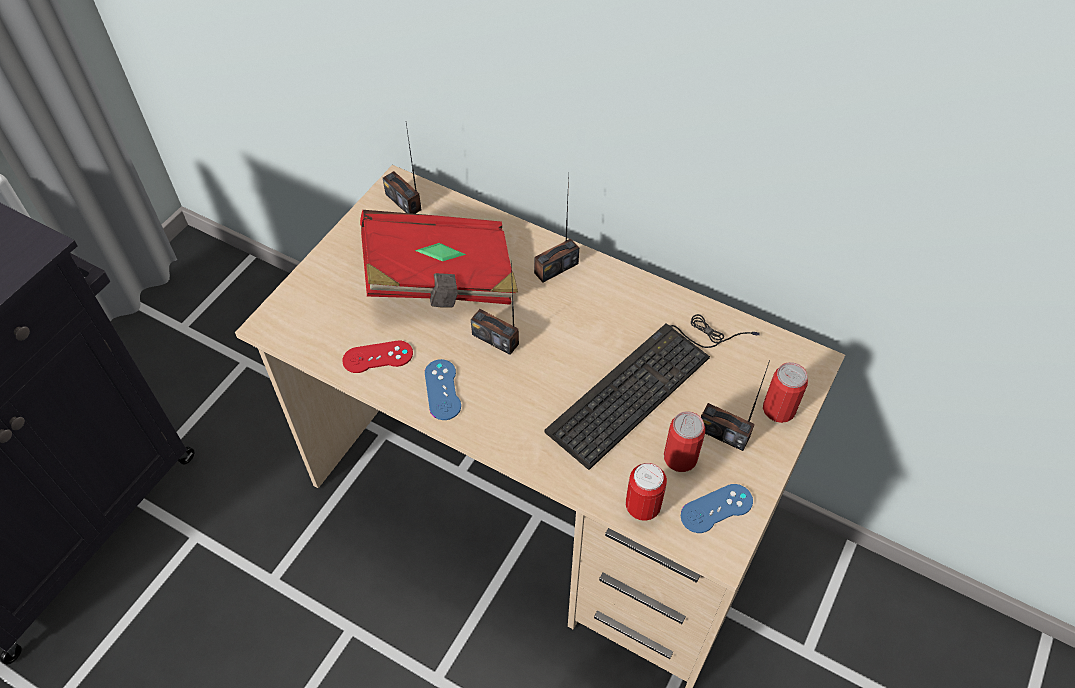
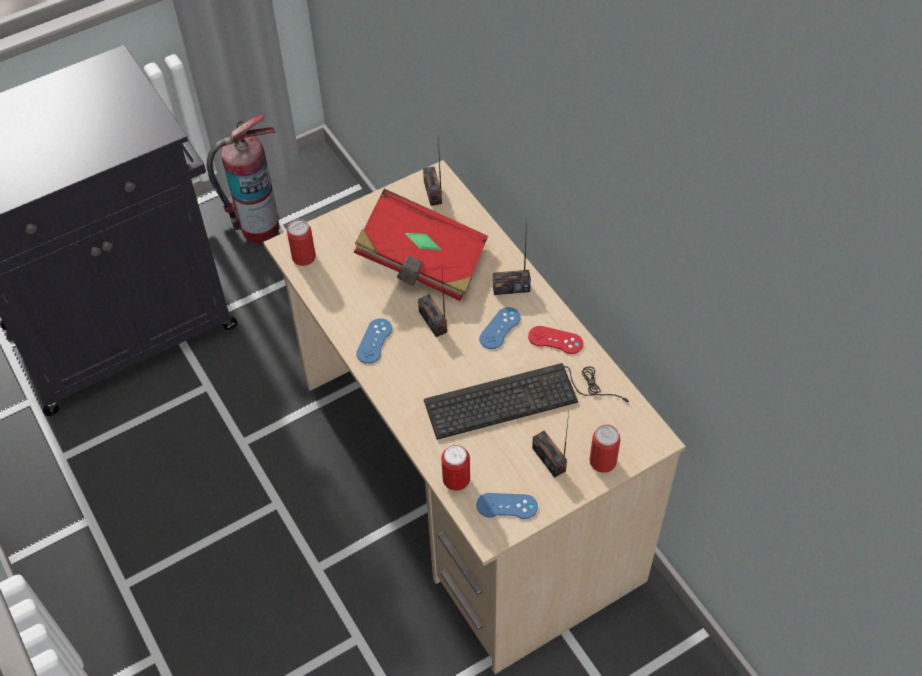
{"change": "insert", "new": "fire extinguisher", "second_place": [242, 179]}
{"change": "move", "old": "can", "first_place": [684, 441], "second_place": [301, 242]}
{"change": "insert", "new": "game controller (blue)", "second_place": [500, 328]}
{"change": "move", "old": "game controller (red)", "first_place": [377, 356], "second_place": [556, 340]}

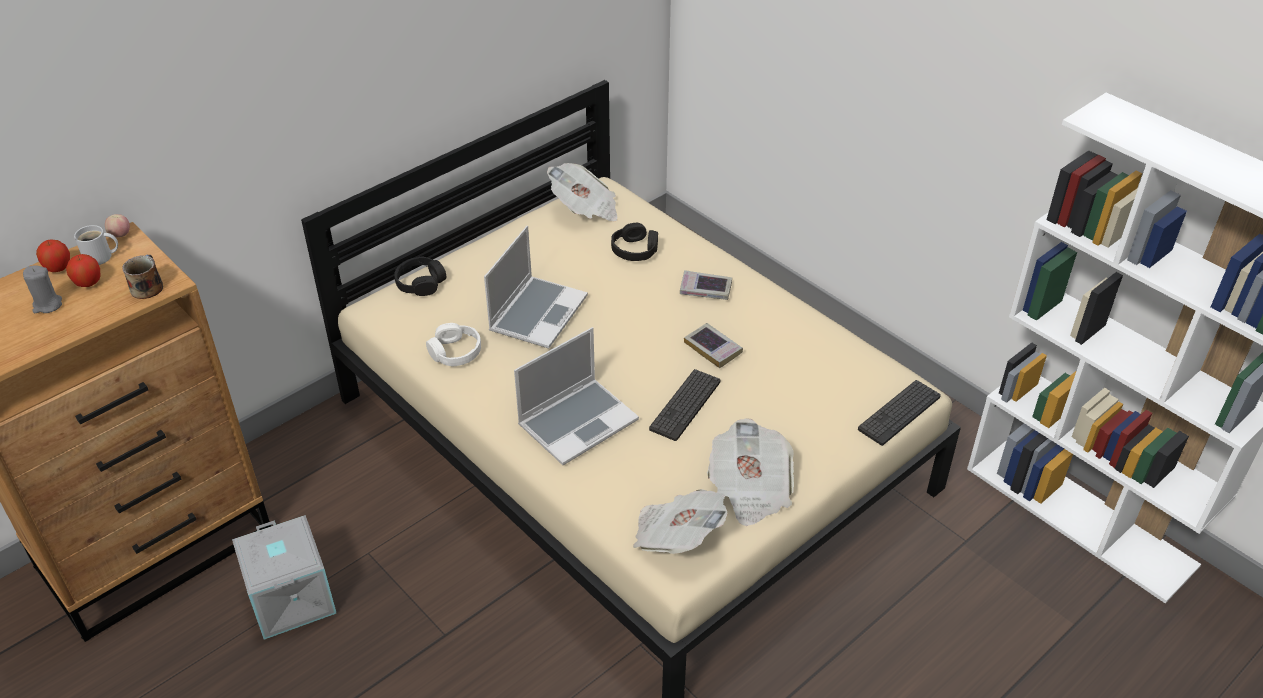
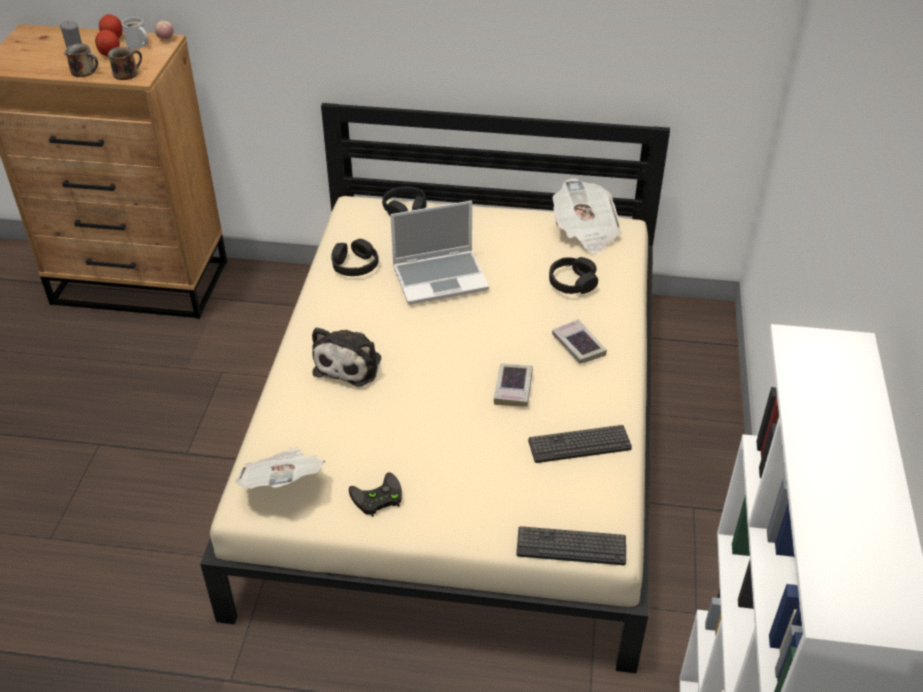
{"change": "insert", "new": "mug", "second_place": [81, 60]}
{"change": "replace", "old": "laptop", "new": "plush toy", "first_place": [576, 396], "second_place": [346, 357]}
{"change": "recolor", "old": "headphones (white)", "new": "headphones (black)", "first_place": [453, 344], "second_place": [354, 257]}
{"change": "replace", "old": "newspaper", "new": "game controller (black)", "first_place": [750, 472], "second_place": [375, 494]}
{"change": "move", "old": "keyboard", "first_place": [684, 405], "second_place": [580, 444]}
{"change": "delete", "old": "storage box (grey)", "first_place": [284, 577]}

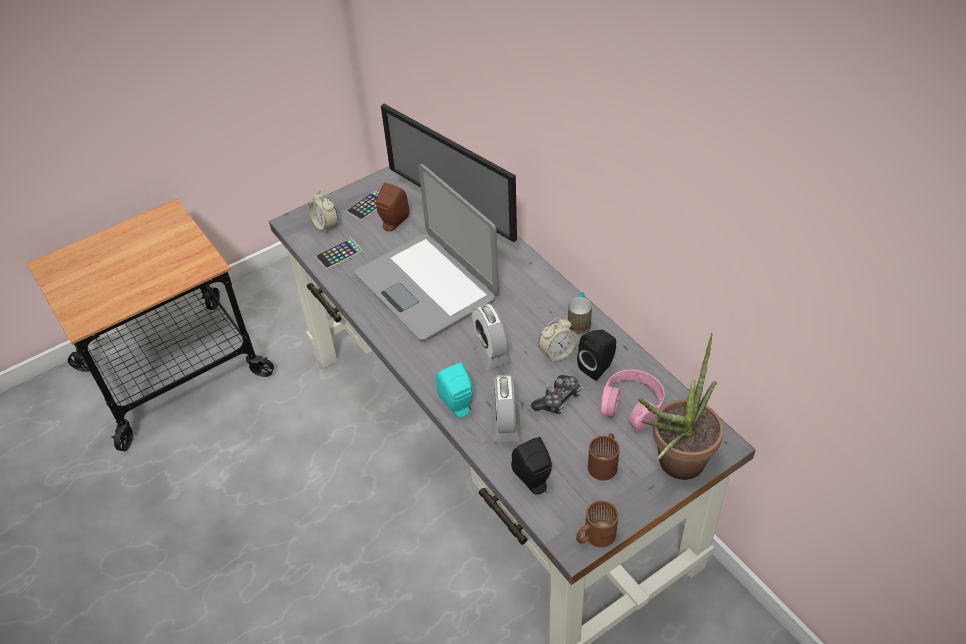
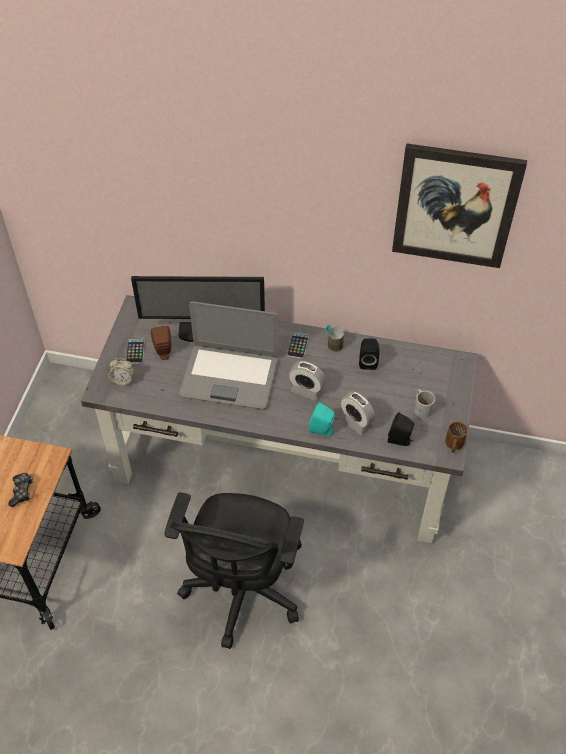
{"change": "move", "old": "game controller", "first_place": [556, 394], "second_place": [20, 490]}
{"change": "insert", "new": "office chair (black)", "second_place": [234, 571]}
{"change": "move", "old": "phone", "first_place": [338, 254], "second_place": [298, 346]}
{"change": "insert", "new": "picture", "second_place": [459, 205]}
{"change": "recolor", "old": "mug (brown)", "new": "mug (white)", "first_place": [604, 457], "second_place": [424, 403]}
{"change": "delete", "old": "alarm clock", "first_place": [557, 340]}
{"change": "delete", "old": "headphones (pink)", "first_place": [632, 400]}
{"change": "delete", "old": "potted plant", "first_place": [680, 406]}

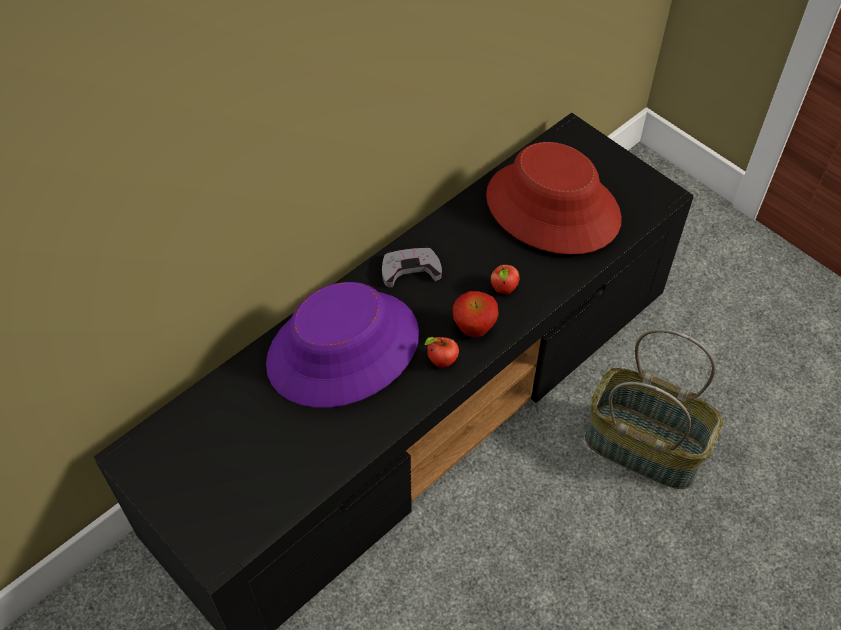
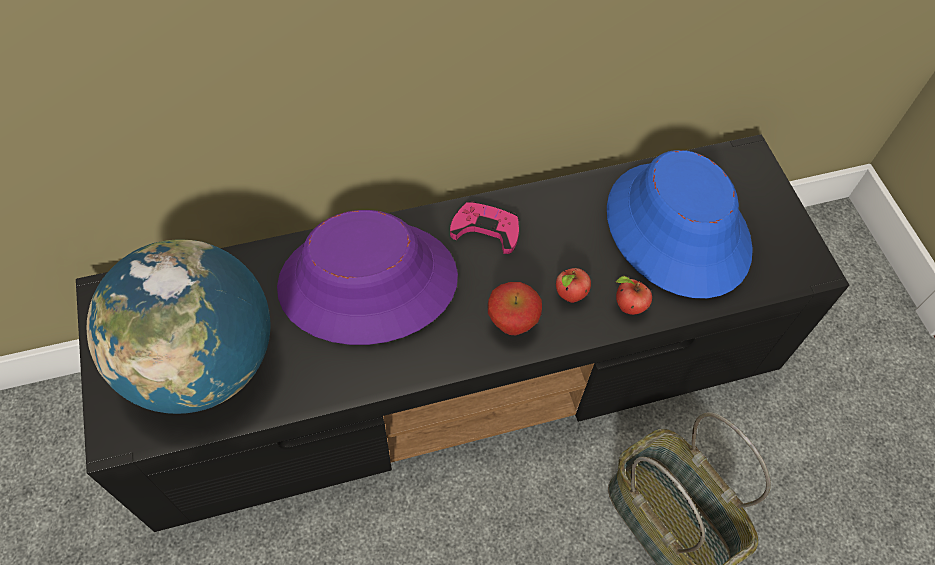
{"change": "insert", "new": "globe", "second_place": [178, 326]}
{"change": "recolor", "old": "game controller (grey)", "new": "game controller (pink)", "first_place": [412, 266], "second_place": [484, 227]}
{"change": "recolor", "old": "hat (red)", "new": "hat (blue)", "first_place": [554, 198], "second_place": [680, 224]}
{"change": "move", "old": "apple", "first_place": [442, 352], "second_place": [634, 295]}

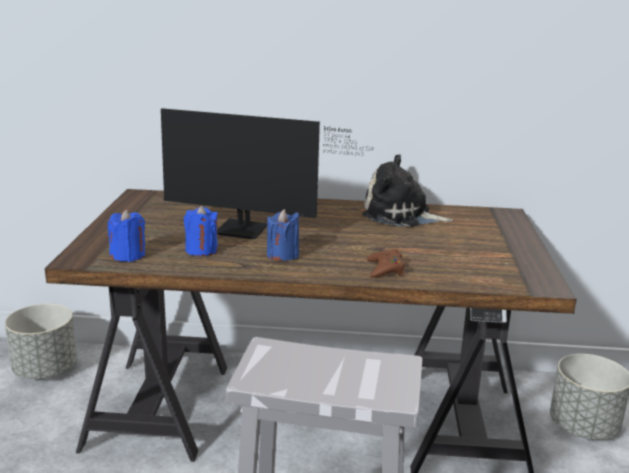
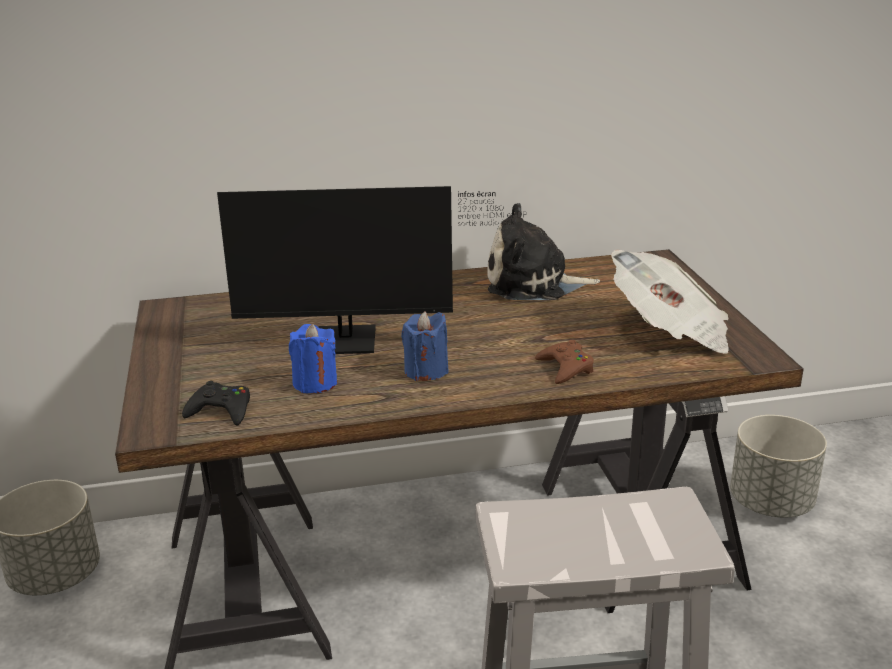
{"change": "replace", "old": "candle (blue)", "new": "game controller (black)", "first_place": [126, 235], "second_place": [216, 403]}
{"change": "insert", "new": "newspaper", "second_place": [670, 301]}

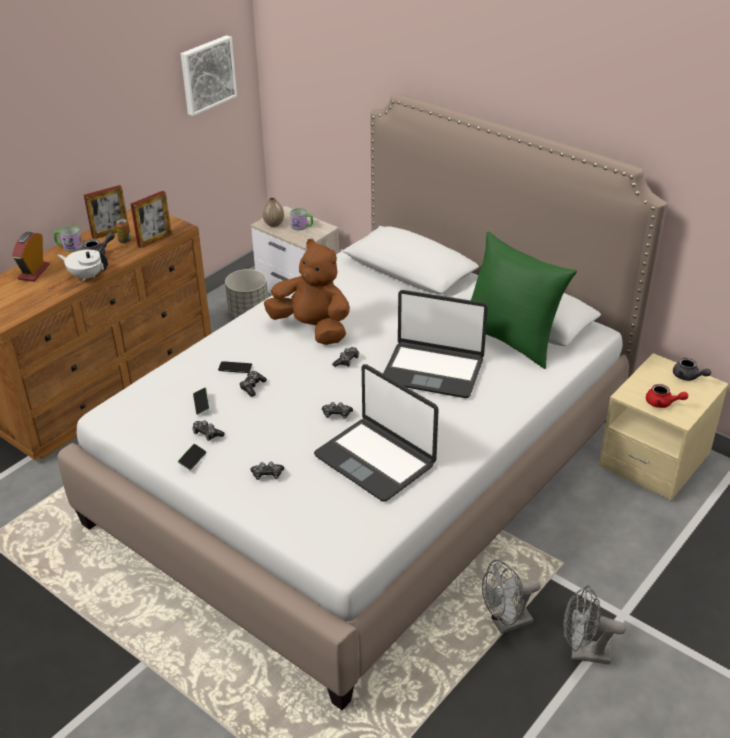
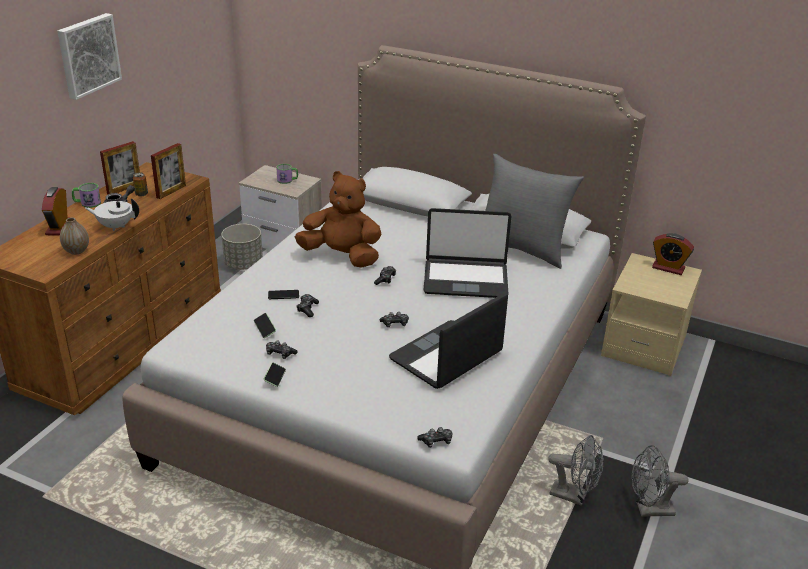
{"change": "move", "old": "picture", "first_place": [209, 75], "second_place": [89, 56]}
{"change": "move", "old": "vase", "first_place": [273, 212], "second_place": [74, 236]}
{"change": "rotate", "old": "laptop", "first_place": [376, 433], "second_place": [448, 341], "degrees": 105}
{"change": "move", "old": "game controller", "first_place": [267, 471], "second_place": [434, 437]}
{"change": "recolor", "old": "pillow (green)", "new": "pillow (grey)", "first_place": [524, 300], "second_place": [534, 211]}
{"change": "rotate", "old": "fan (grey)", "first_place": [511, 597], "second_place": [575, 470], "degrees": -120}
{"change": "replace", "old": "teapot (grey)", "new": "alarm clock", "first_place": [692, 369], "second_place": [673, 254]}
{"change": "delete", "old": "teapot (red)", "first_place": [667, 396]}

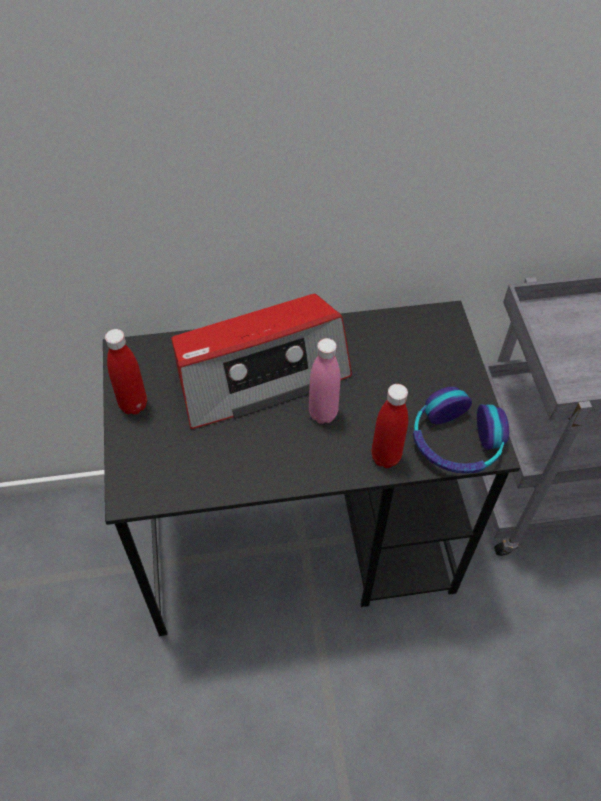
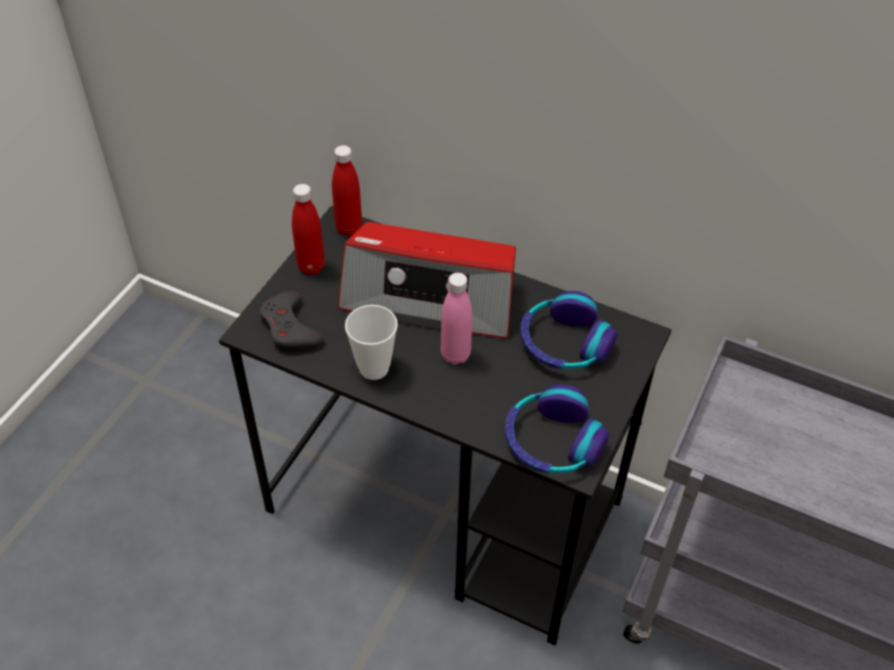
{"change": "insert", "new": "game controller (grey)", "second_place": [291, 319]}
{"change": "move", "old": "bottle (red)", "first_place": [389, 426], "second_place": [347, 190]}
{"change": "insert", "new": "cup", "second_place": [371, 342]}
{"change": "insert", "new": "headphones", "second_place": [568, 330]}

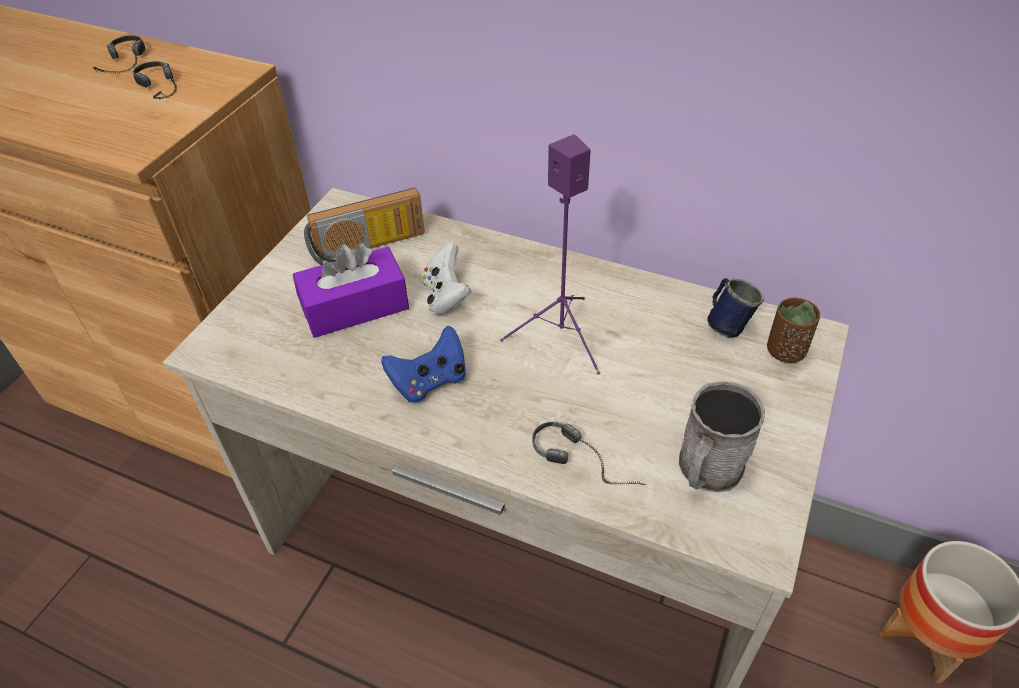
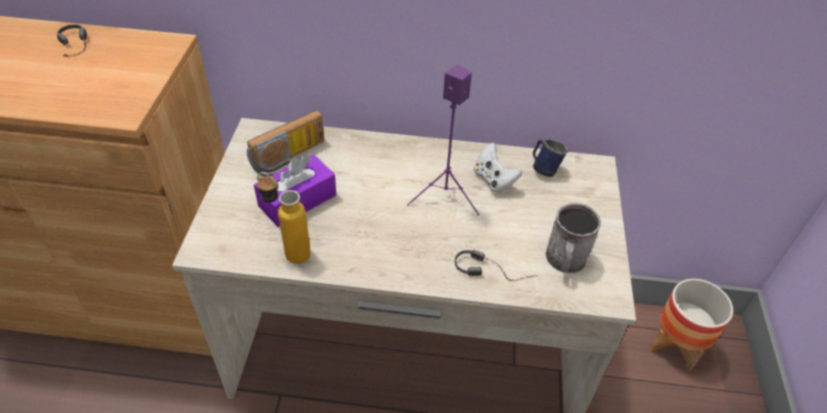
{"change": "insert", "new": "bottle", "second_place": [284, 218]}
{"change": "move", "old": "game controller (white)", "first_place": [446, 278], "second_place": [498, 168]}
{"change": "delete", "old": "headphones", "first_place": [154, 80]}
{"change": "delete", "old": "game controller (blue)", "first_place": [423, 364]}
{"change": "delete", "old": "cup (brown)", "first_place": [793, 330]}

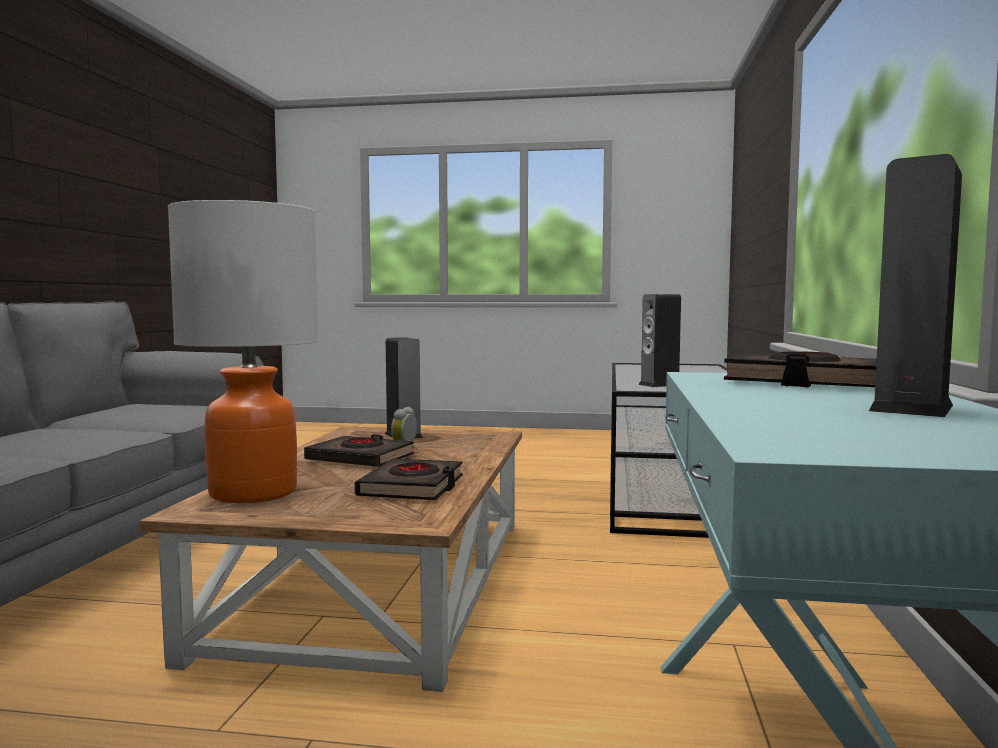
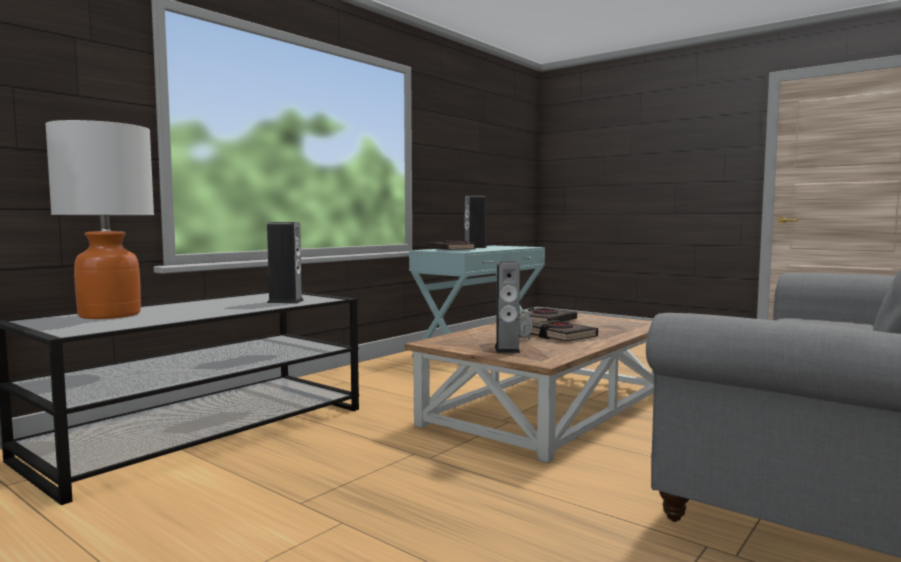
{"change": "move", "old": "table lamp", "first_place": [243, 351], "second_place": [99, 219]}

